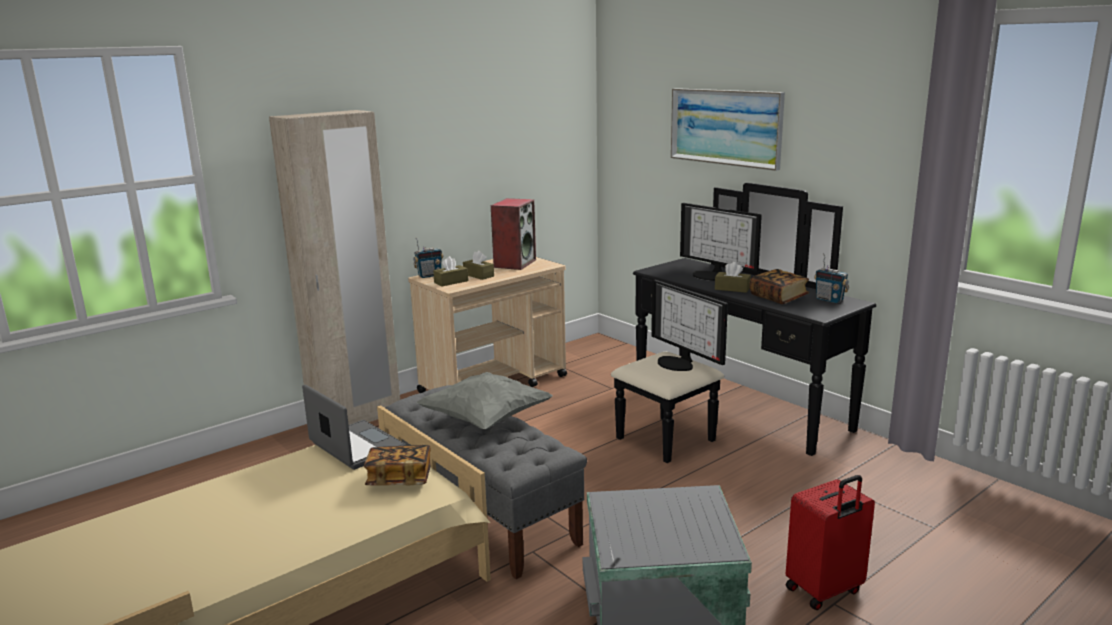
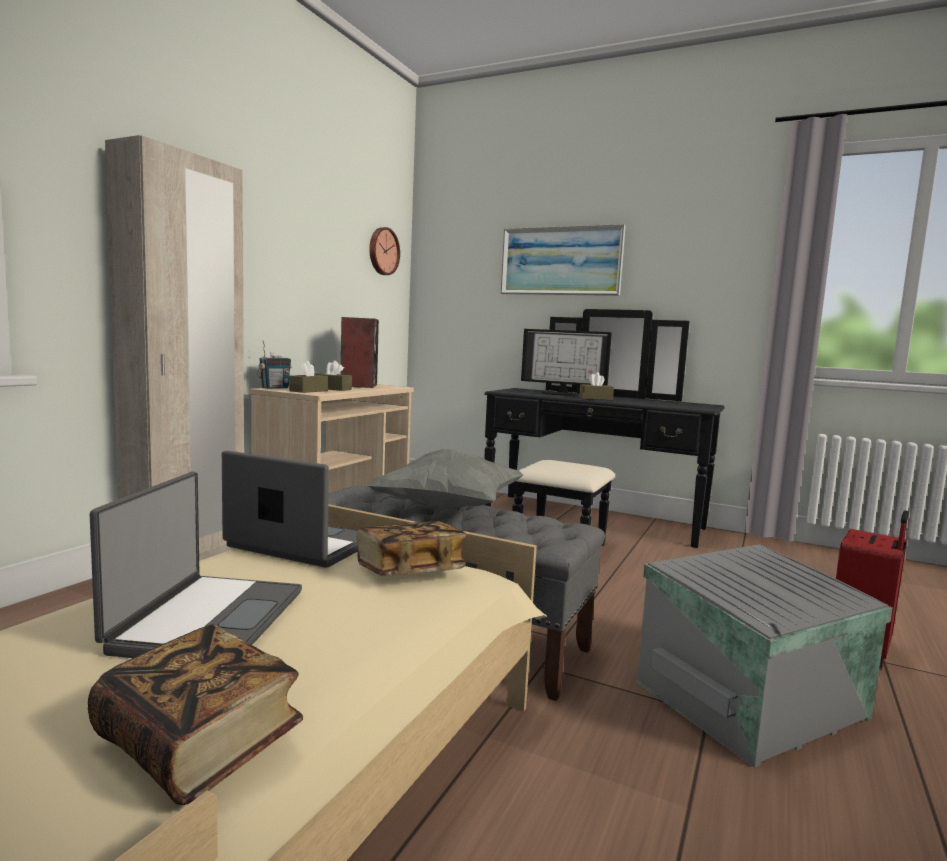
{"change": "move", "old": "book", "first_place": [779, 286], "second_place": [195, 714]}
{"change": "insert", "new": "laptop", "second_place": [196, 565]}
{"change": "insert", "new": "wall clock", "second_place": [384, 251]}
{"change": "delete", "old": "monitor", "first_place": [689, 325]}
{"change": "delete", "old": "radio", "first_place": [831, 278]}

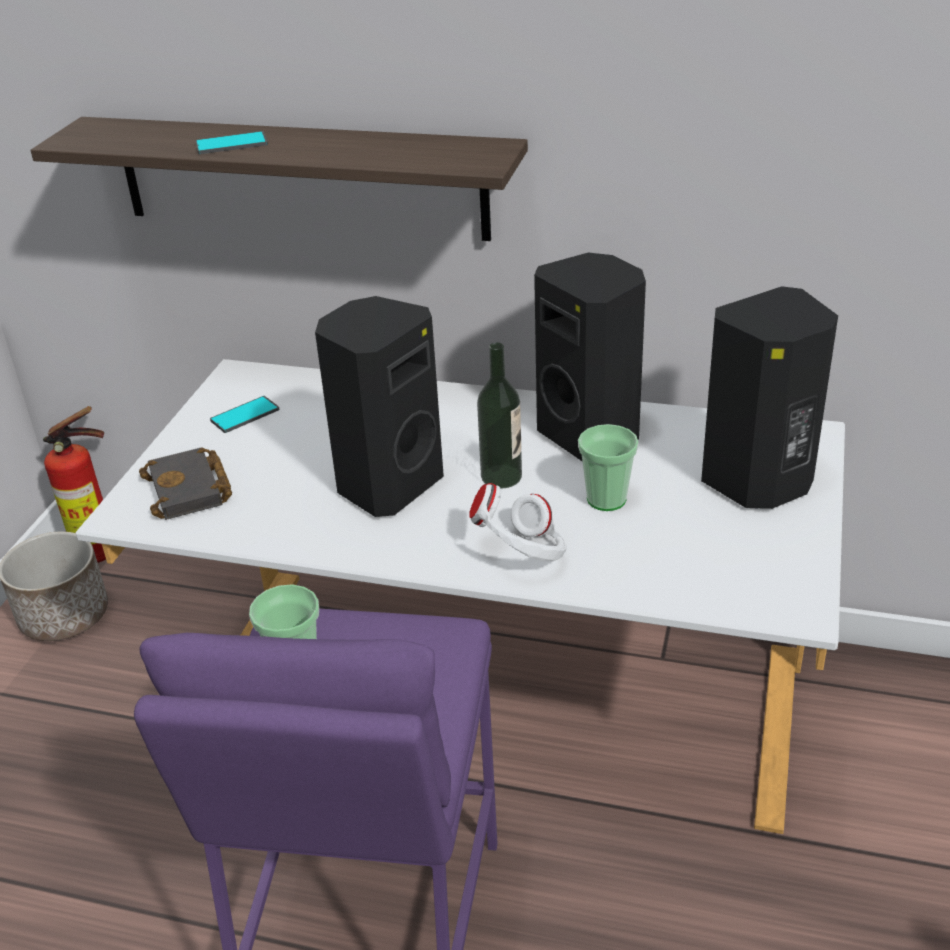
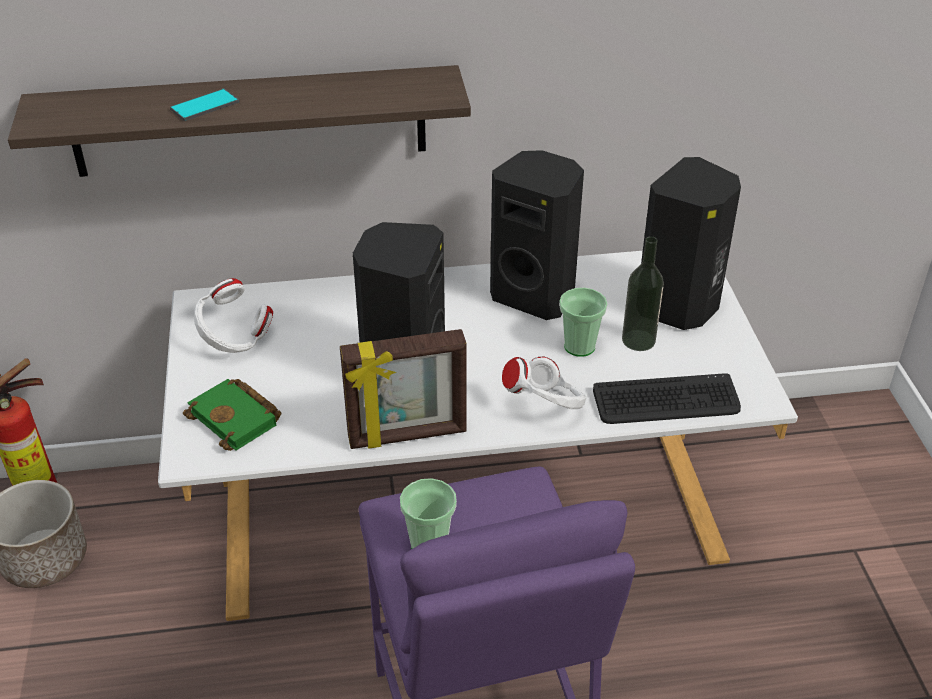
{"change": "recolor", "old": "book (black)", "new": "book (green)", "first_place": [185, 484], "second_place": [232, 415]}
{"change": "replace", "old": "phone", "new": "headphones (white)", "first_place": [245, 414], "second_place": [233, 315]}
{"change": "insert", "new": "picture frame", "second_place": [403, 389]}
{"change": "insert", "new": "keyboard", "second_place": [667, 398]}
{"change": "move", "old": "bottle", "first_place": [499, 416], "second_place": [643, 293]}

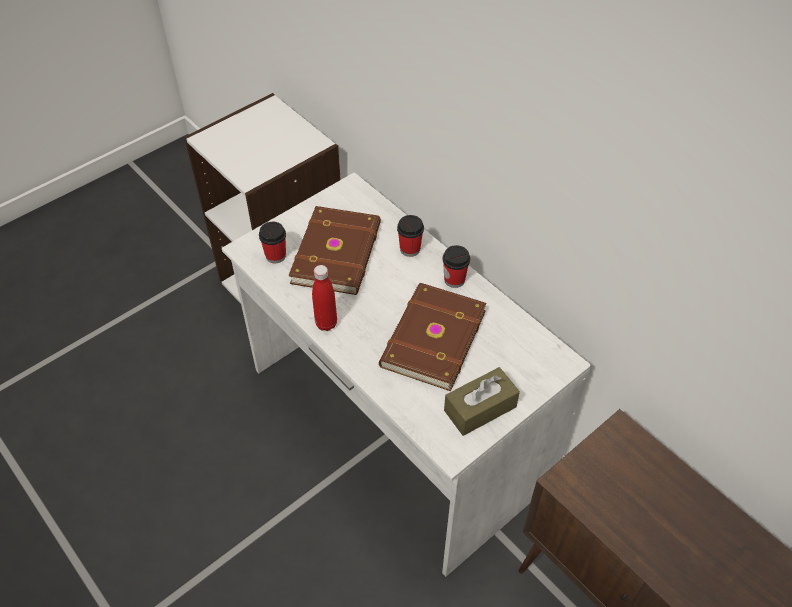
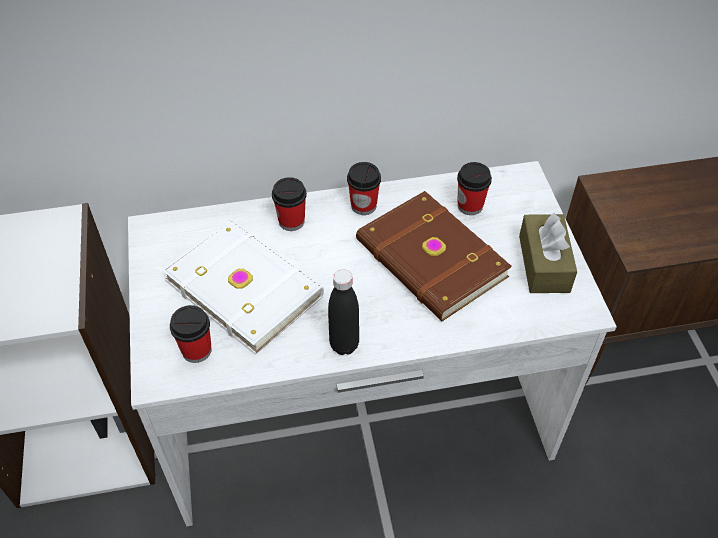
{"change": "recolor", "old": "book (brown)", "new": "book (white)", "first_place": [334, 250], "second_place": [243, 287]}
{"change": "recolor", "old": "bottle (red)", "new": "bottle (black)", "first_place": [324, 298], "second_place": [343, 312]}
{"change": "insert", "new": "cup", "second_place": [474, 188]}

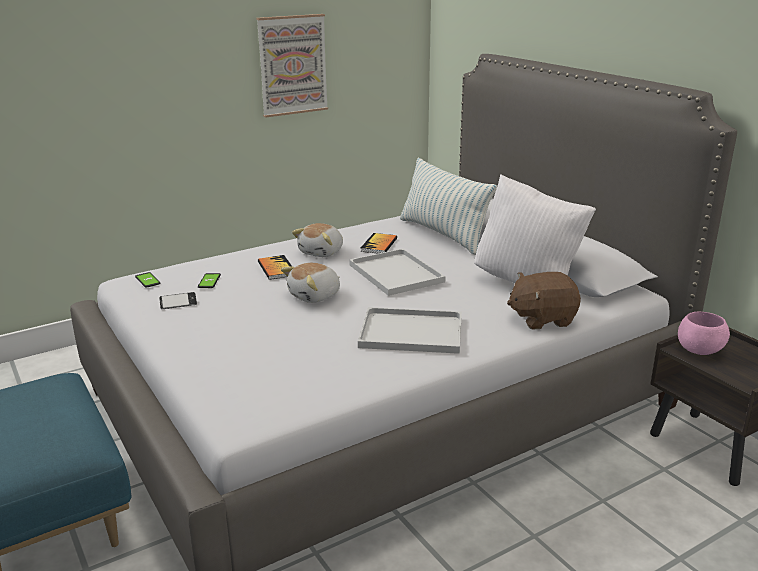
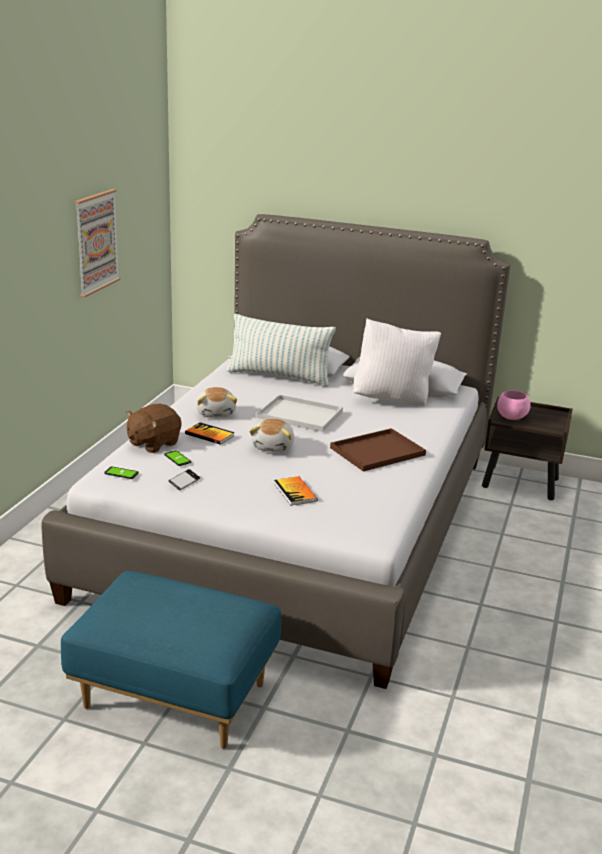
{"change": "move", "old": "plush toy (brown)", "first_place": [544, 300], "second_place": [153, 428]}
{"change": "move", "old": "book", "first_place": [378, 243], "second_place": [295, 491]}
{"change": "recolor", "old": "tray (white)", "new": "tray (brown)", "first_place": [410, 330], "second_place": [378, 450]}

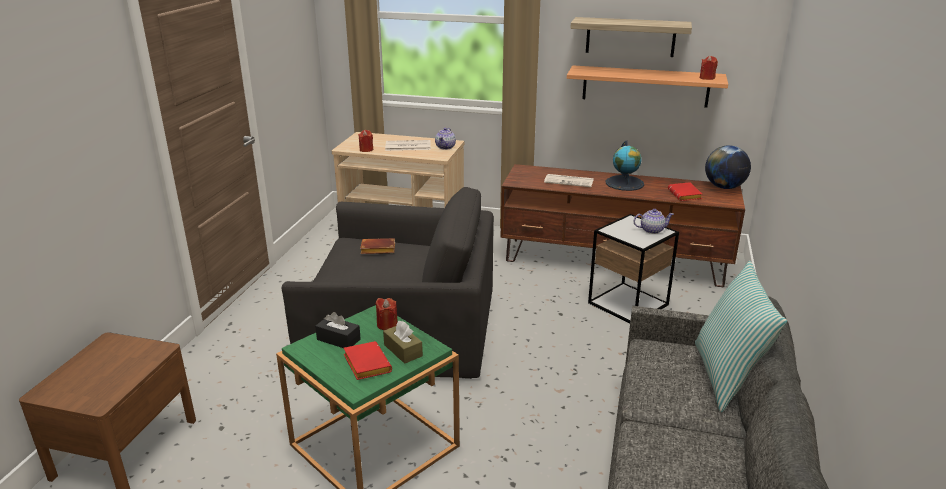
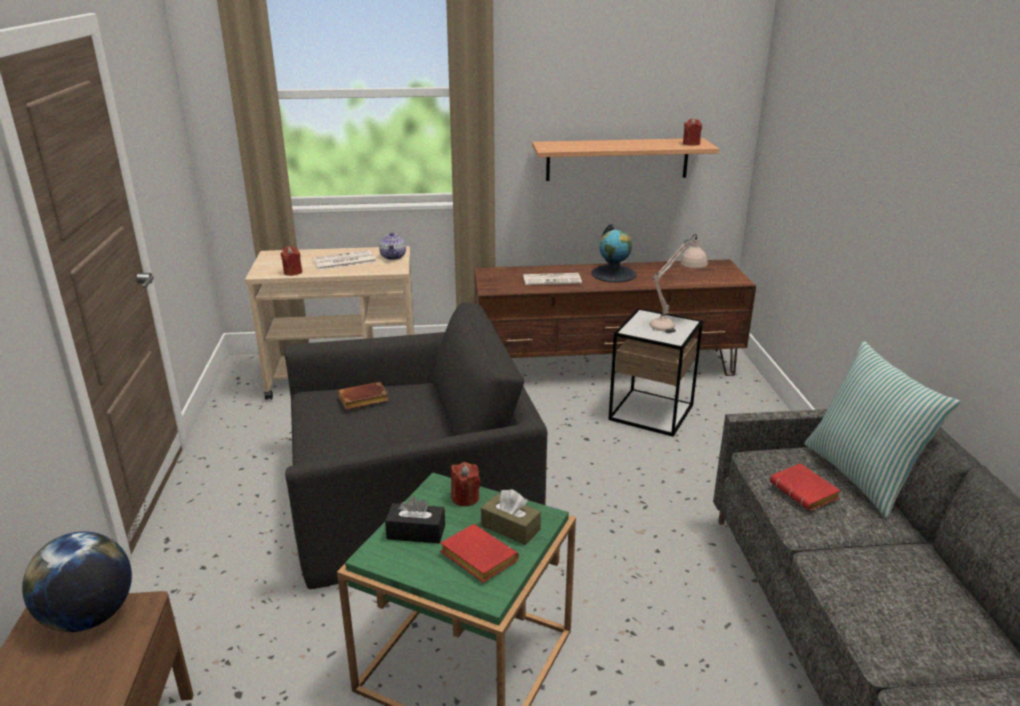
{"change": "move", "old": "globe", "first_place": [728, 167], "second_place": [77, 581]}
{"change": "replace", "old": "teapot", "new": "table lamp (beige)", "first_place": [653, 221], "second_place": [678, 283]}
{"change": "move", "old": "book (red)", "first_place": [685, 191], "second_place": [805, 487]}
{"change": "delete", "old": "shelf", "first_place": [631, 37]}

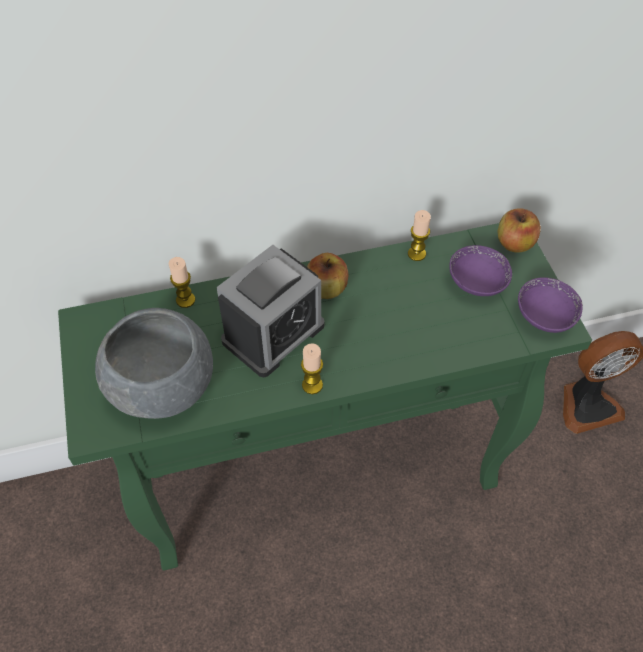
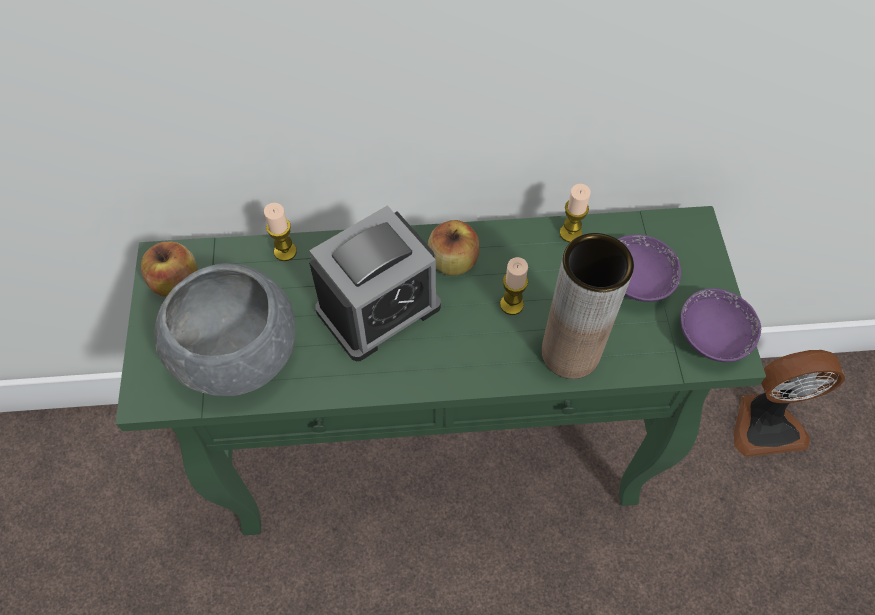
{"change": "move", "old": "apple", "first_place": [519, 230], "second_place": [169, 269]}
{"change": "move", "old": "candle", "first_place": [312, 368], "second_place": [514, 286]}
{"change": "insert", "new": "vase (brown)", "second_place": [588, 306]}

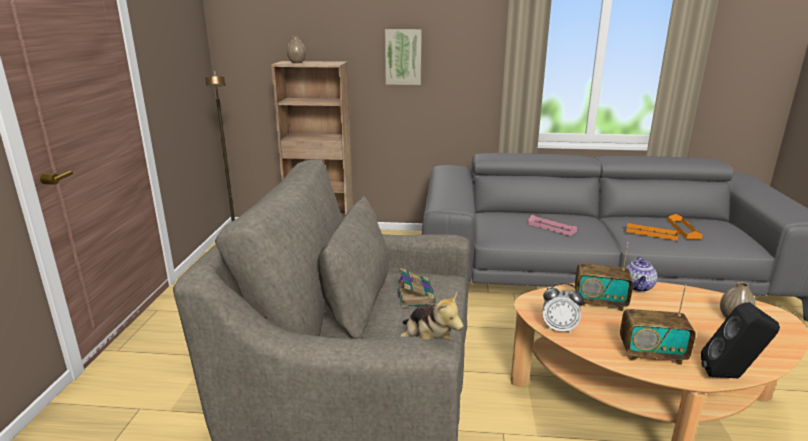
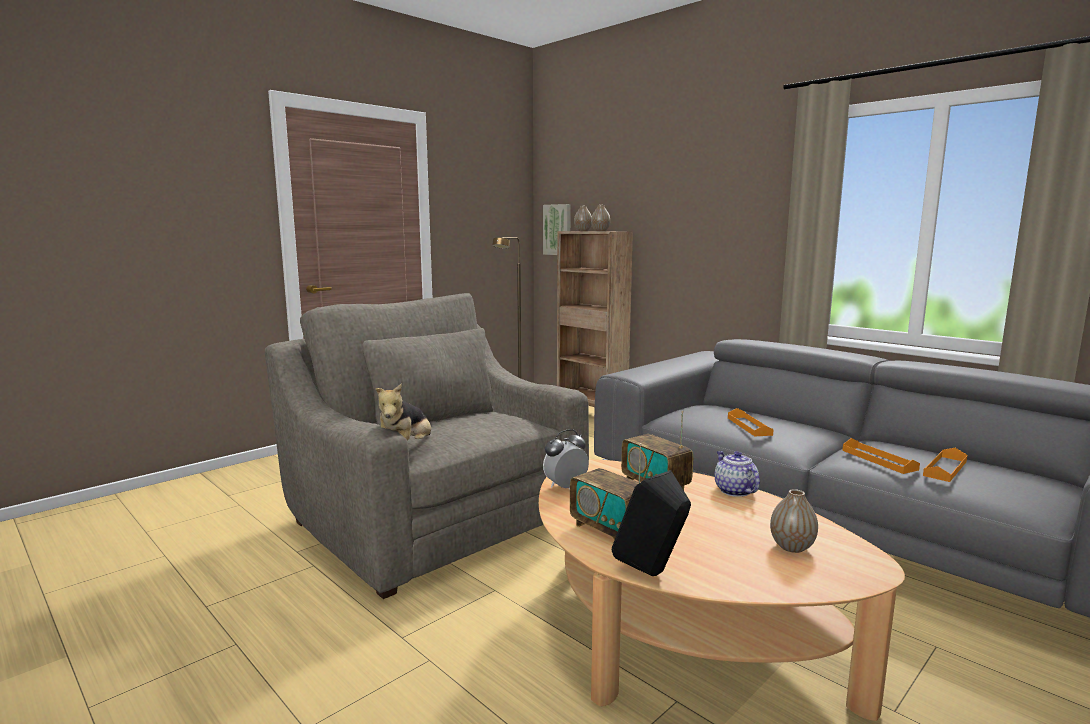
{"change": "move", "old": "picture", "first_place": [403, 57], "second_place": [557, 229]}
{"change": "rotate", "old": "alarm clock", "first_place": [563, 308], "second_place": [566, 459], "degrees": 90}
{"change": "insert", "new": "vase", "second_place": [600, 218]}
{"change": "rotate", "old": "teapot", "first_place": [641, 274], "second_place": [737, 474], "degrees": 105}
{"change": "recolor", "old": "tray (pink)", "new": "tray (orange)", "first_place": [552, 225], "second_place": [751, 422]}
{"change": "delete", "old": "book", "first_place": [416, 287]}

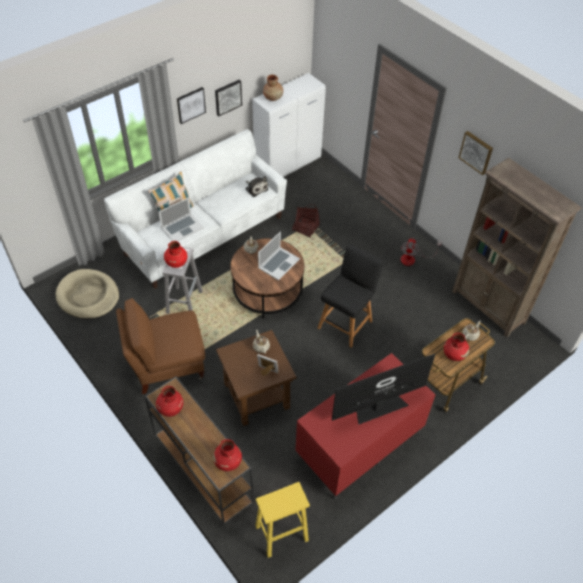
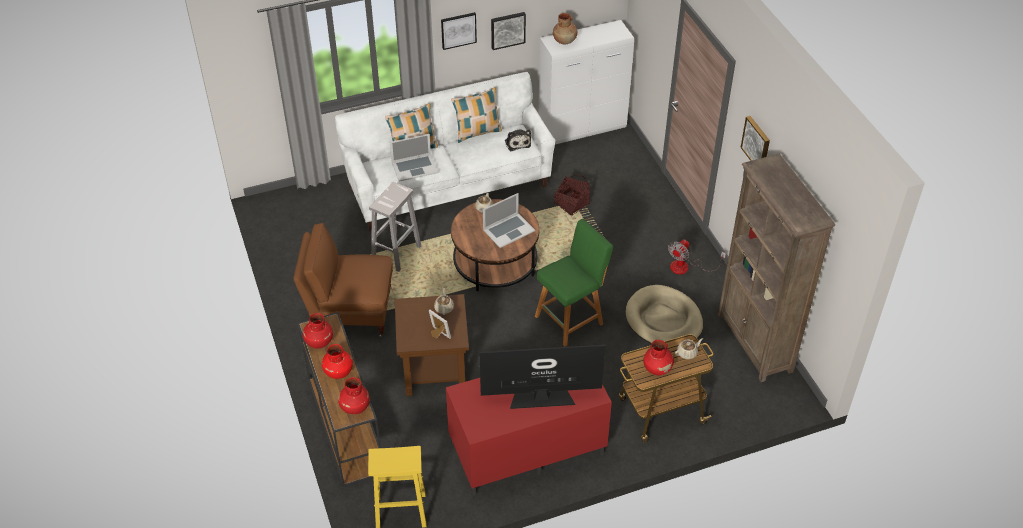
{"change": "move", "old": "vase (red)", "first_place": [175, 254], "second_place": [337, 361]}
{"change": "insert", "new": "pillow", "second_place": [476, 115]}
{"change": "recolor", "old": "stool (black)", "new": "stool (green)", "first_place": [351, 295], "second_place": [574, 282]}
{"change": "move", "old": "dog bed (beige)", "first_place": [87, 294], "second_place": [664, 314]}

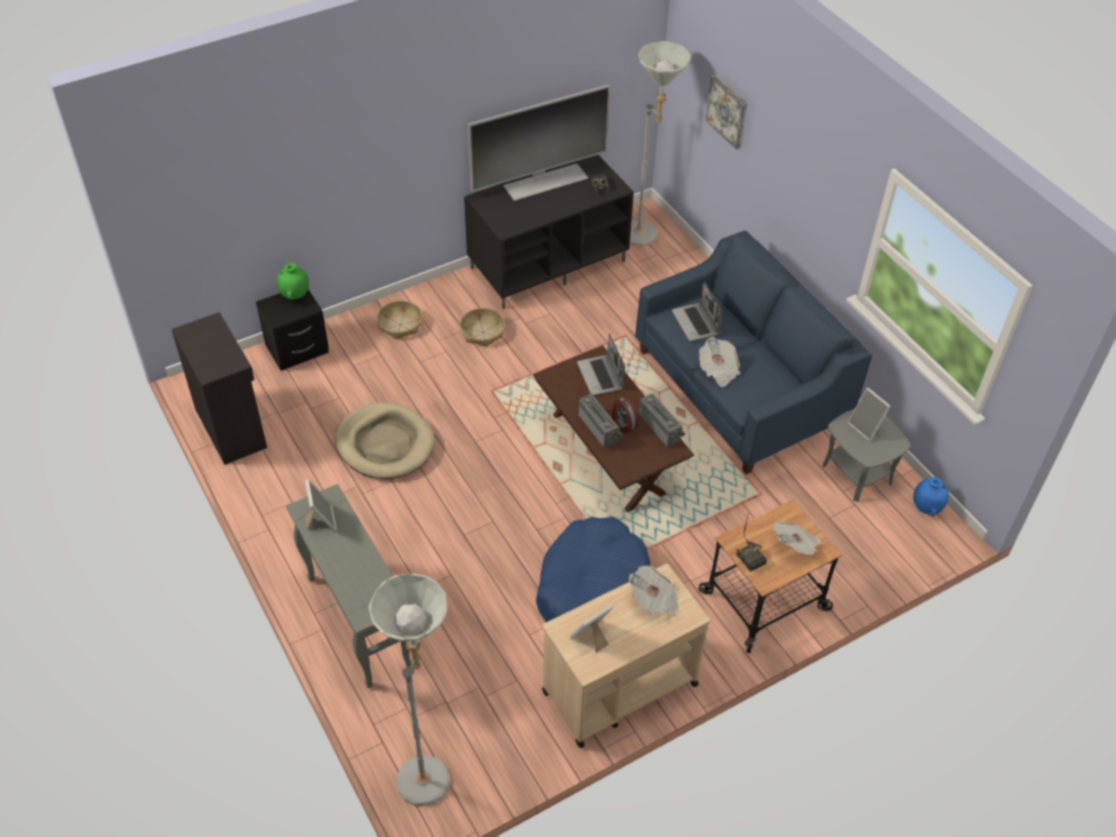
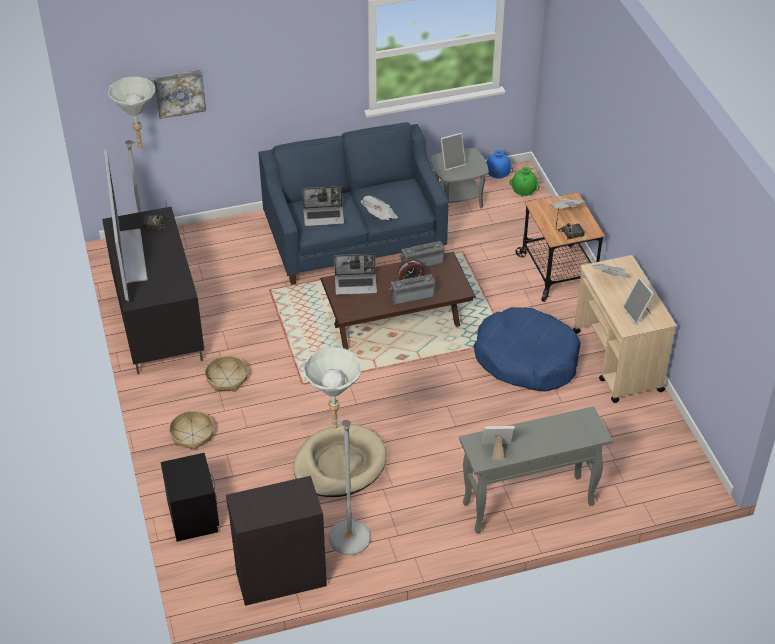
{"change": "move", "old": "floor lamp (grey)", "first_place": [409, 689], "second_place": [337, 451]}
{"change": "move", "old": "vase (green)", "first_place": [293, 281], "second_place": [524, 182]}

